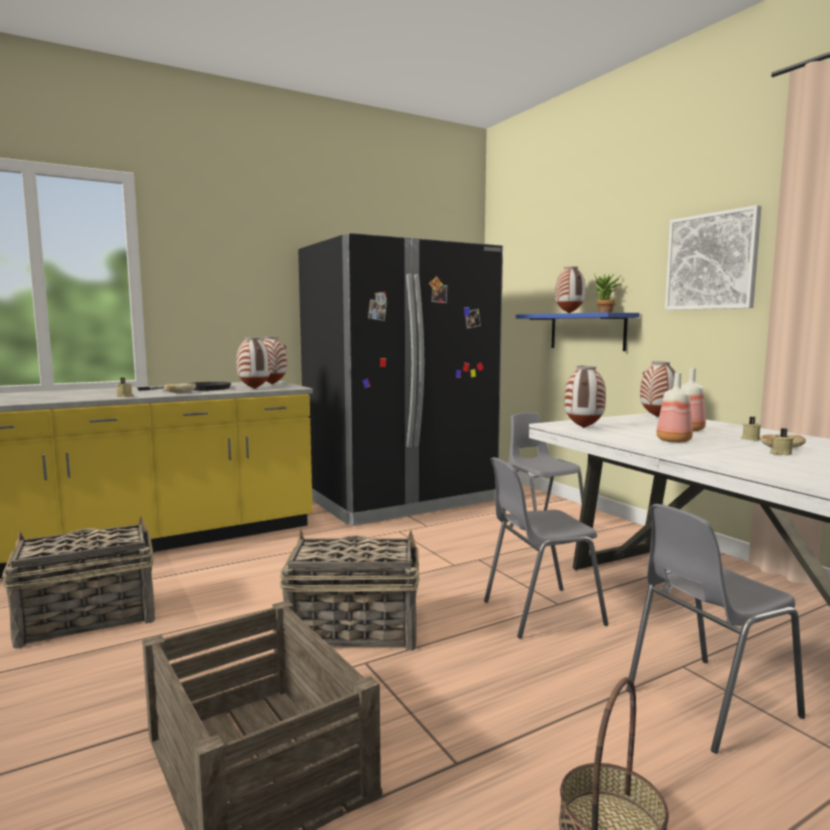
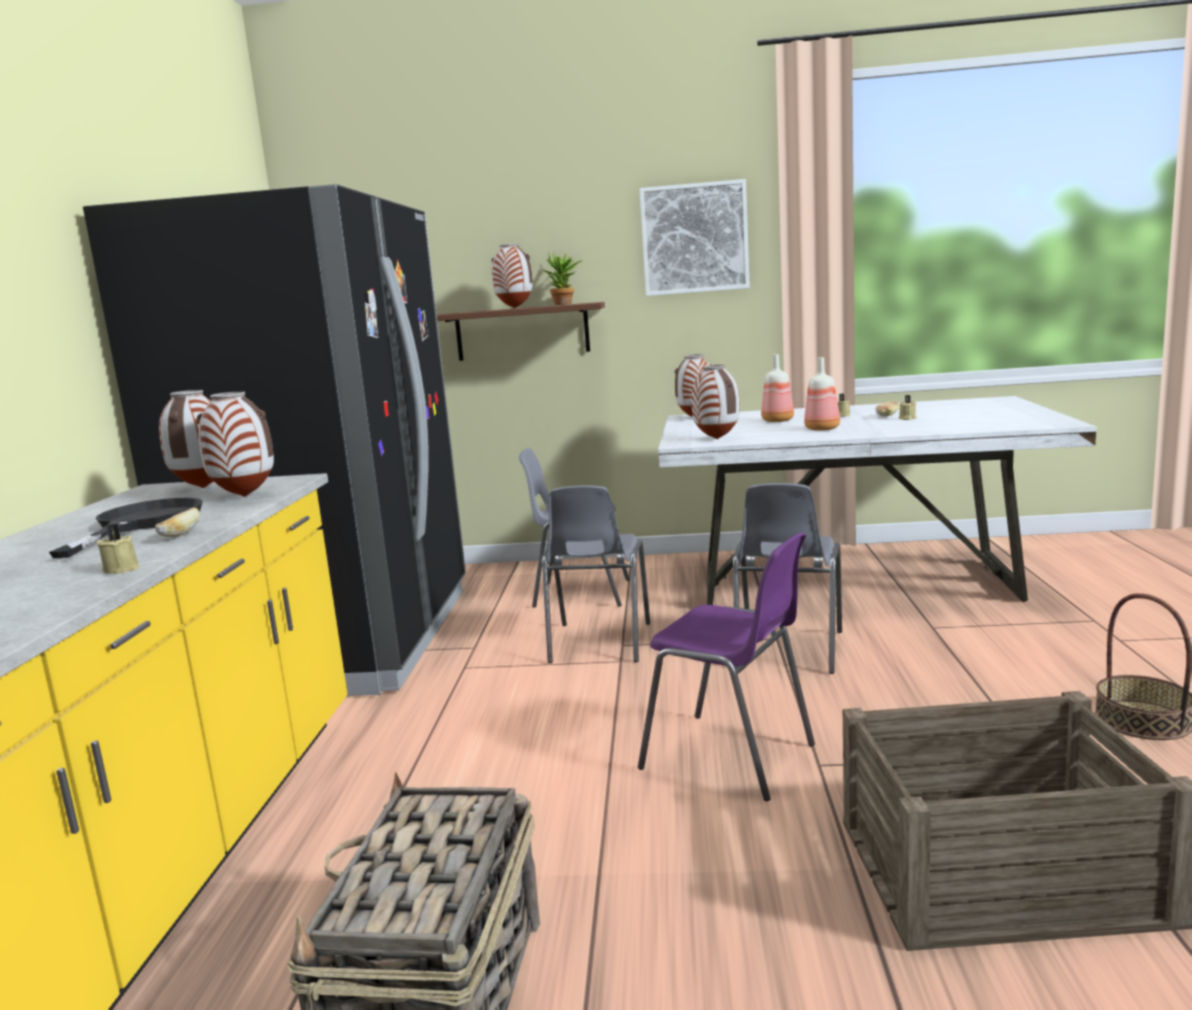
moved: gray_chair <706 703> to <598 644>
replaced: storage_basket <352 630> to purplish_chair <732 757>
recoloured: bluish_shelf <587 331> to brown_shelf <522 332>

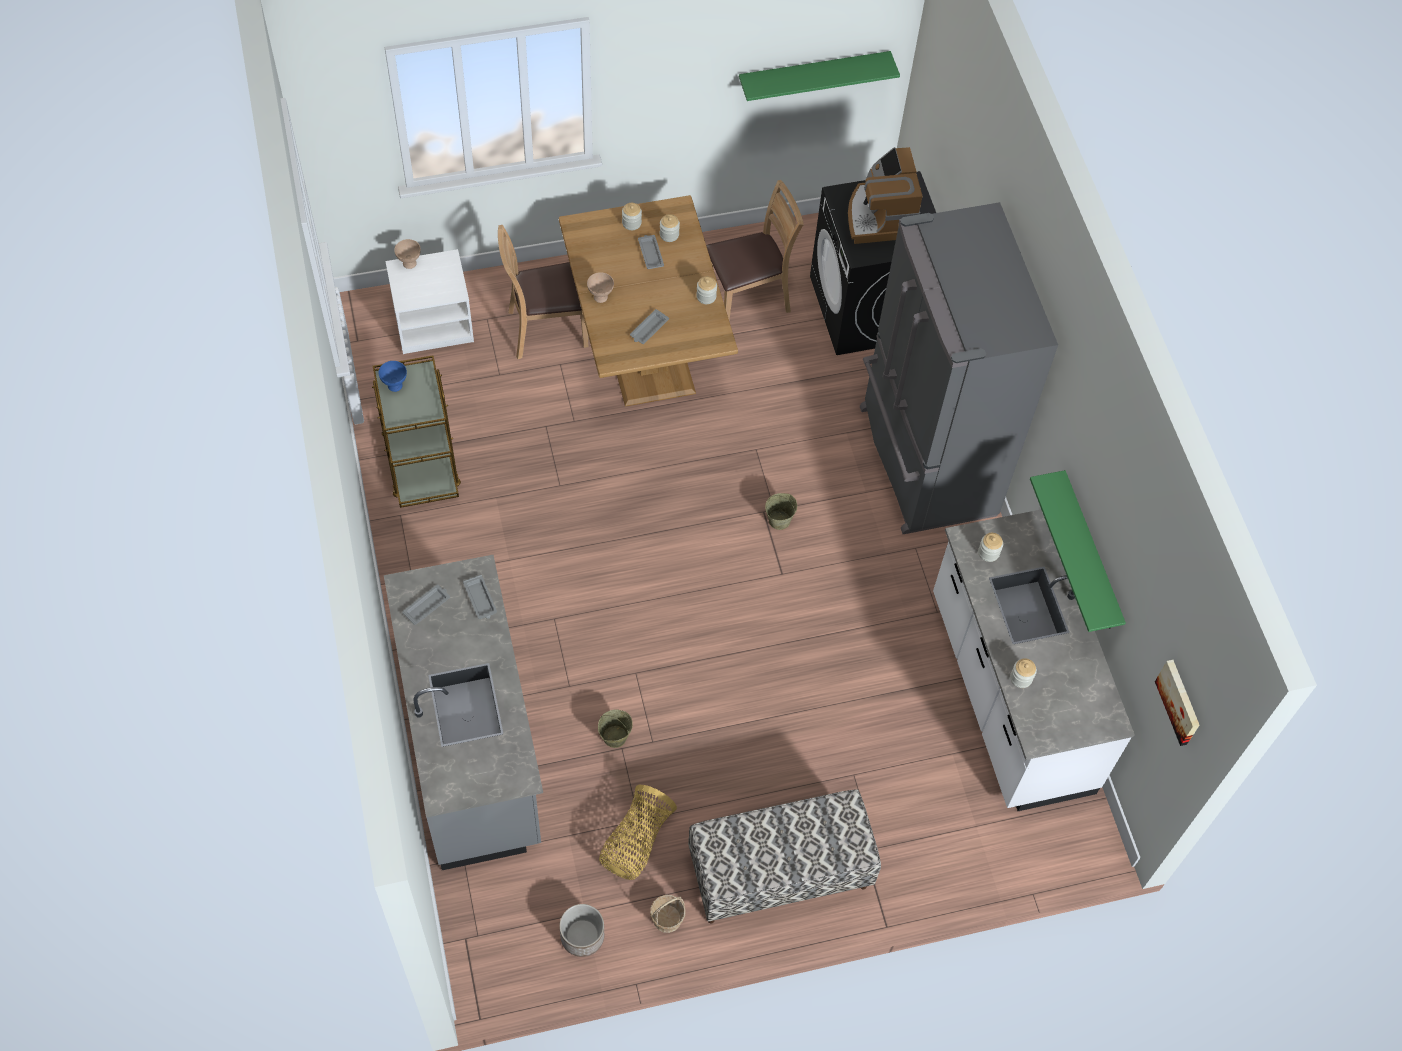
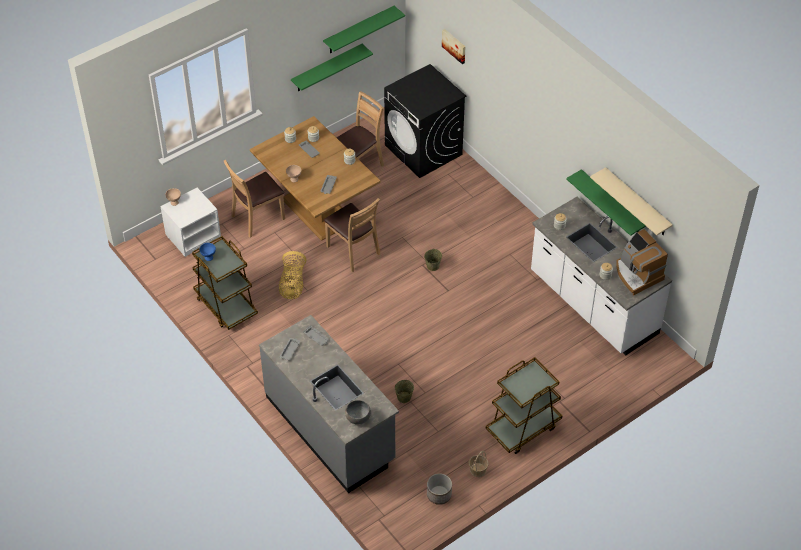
removed: gray_kitchen_fridge <924 462>
added: greenish_shelf <327 68>; brown_chair <353 251>; gray_bowl <358 418>; sand-coloured_shelf <637 203>
moved: storage_basket <635 842> to <292 284>; coffee_maker <879 216> to <637 274>; picture <1180 702> to <454 45>
replaced: indoor_bench <779 873> to brown_trolley <523 428>

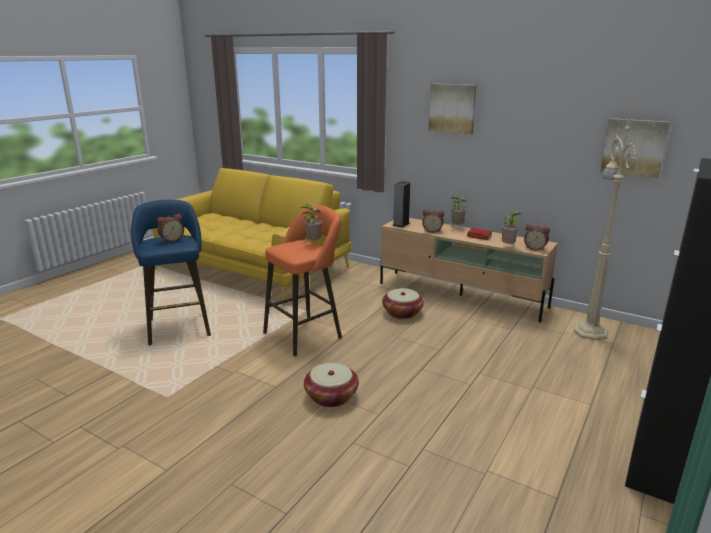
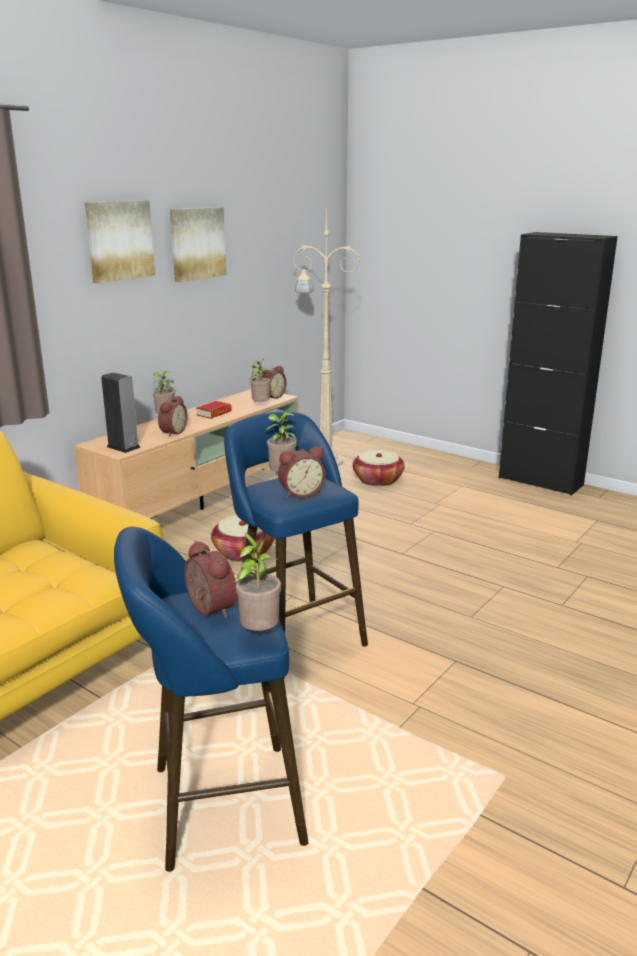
added: potted_plant <259 633>; bedside_clock <300 493>
moved: storage_basket <331 396> to <377 480>; picture <634 147> to <197 243>
recoloured: orange_sitting_stool <306 334> to bluish_sitting_stool <293 635>

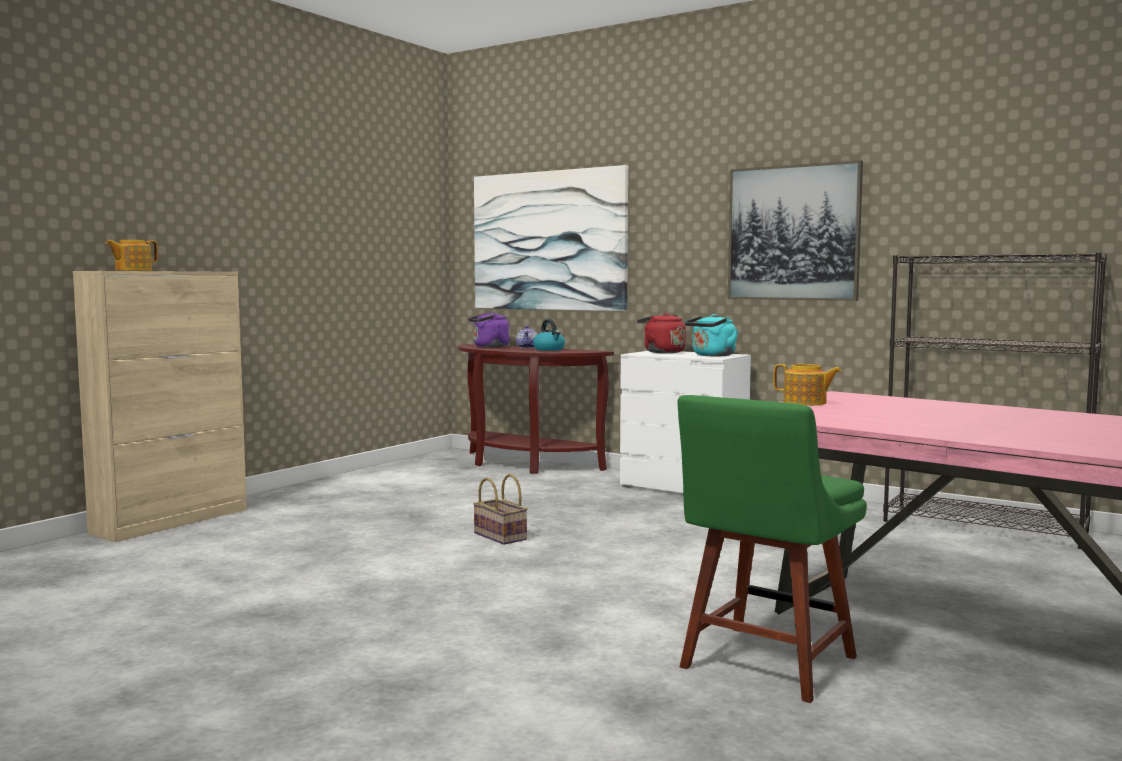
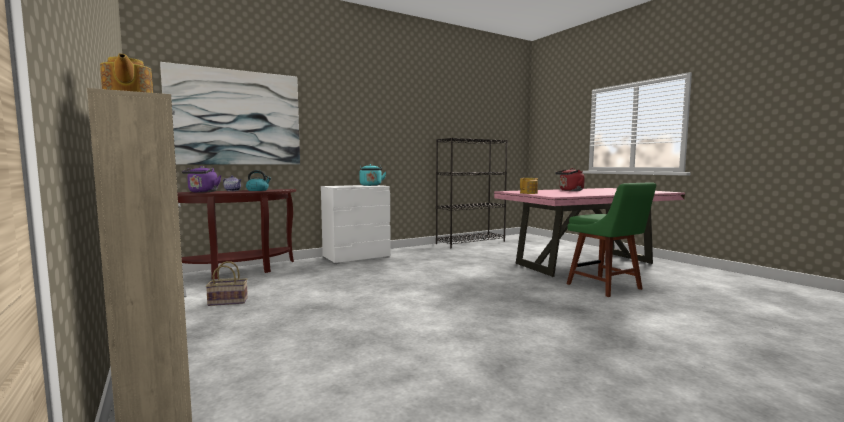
removed: picture <793 233>
moved: storage_basket <502 536> to <229 301>; red_kettle <662 352> to <570 190>

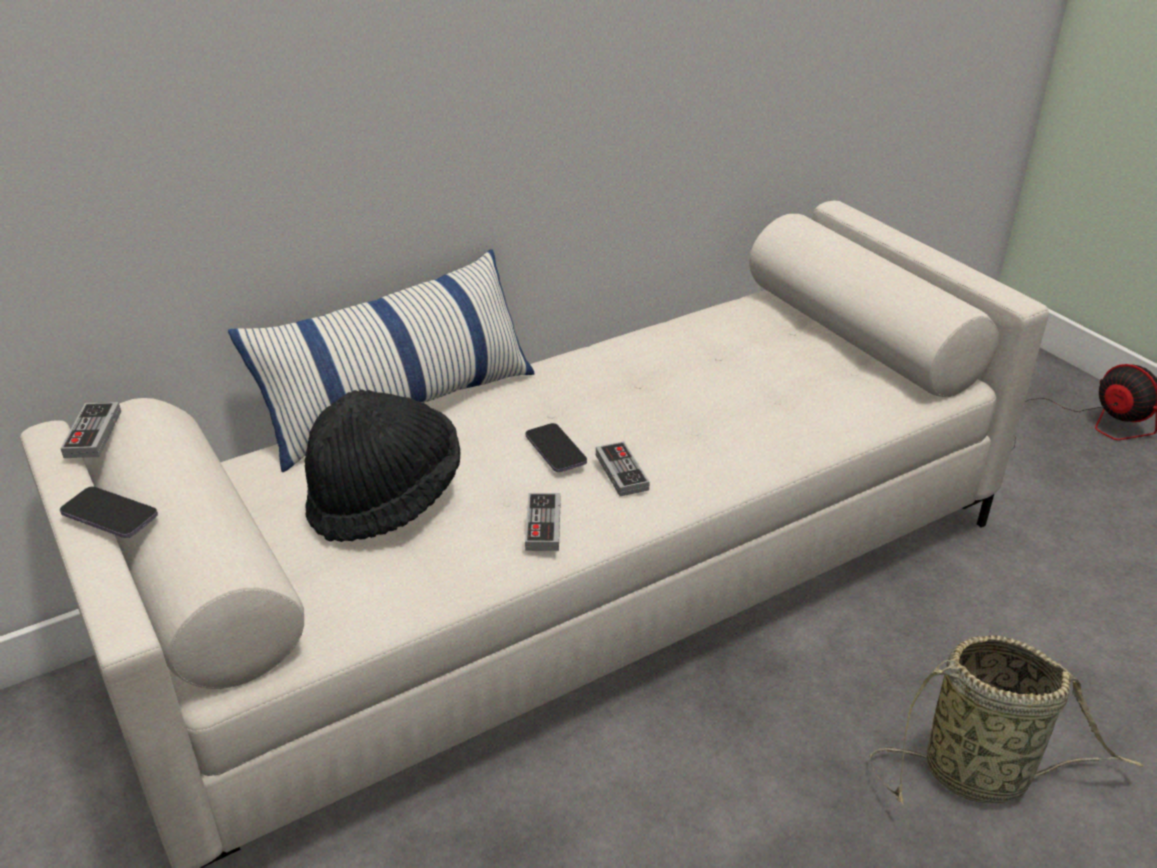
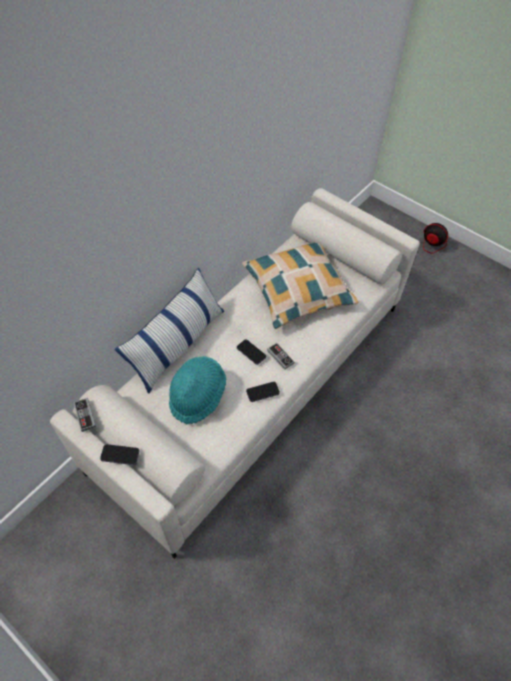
removed: storage_basket <983 774>
added: cushion <298 290>
replaced: joypad <543 525> to telephone <262 392>
recoloured: black-coloured_wearable_hat <385 498> to turquoise-coloured_wearable_hat <197 396>

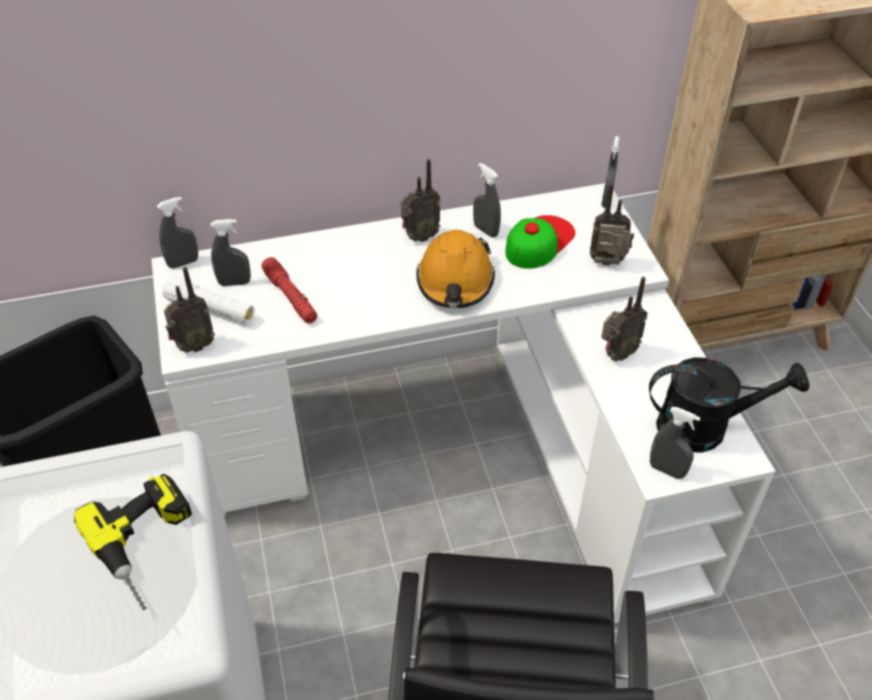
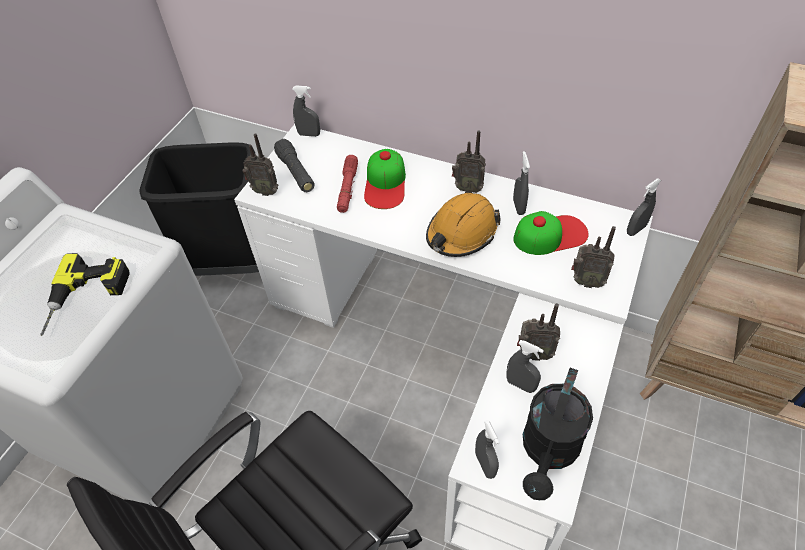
added: peaked_cap <385 183>
moved: gray_sprayer <234 283> to <520 385>
recoloured: white_hand_torch <211 309> to black-coloured_hand_torch <296 172>
turned: radio_set <608 266> = <586 281> 150 degrees clockwise; black-coloured_watering_can <705 426> = <548 451> 75 degrees clockwise

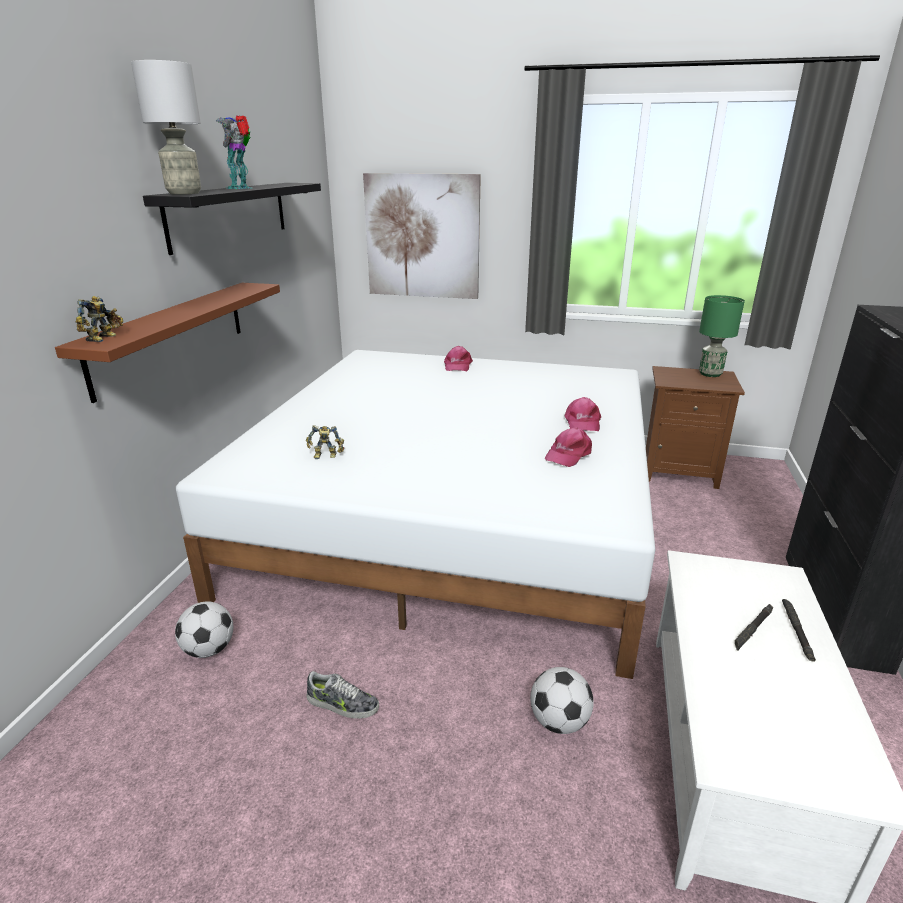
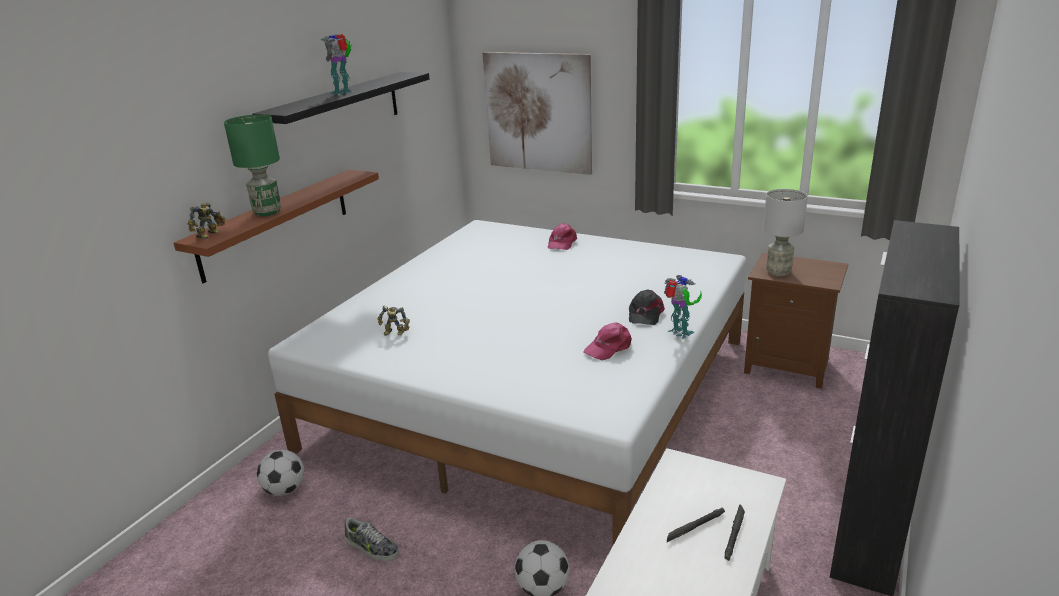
added: robot_figure <680 333>
moved: gray_tabletop_lamp <184 193> to <778 272>; greenish_tabletop_lamp <710 374> to <268 212>
recoloured: pinkish_peaked_cap <582 422> to black-coloured_peaked_cap <645 314>

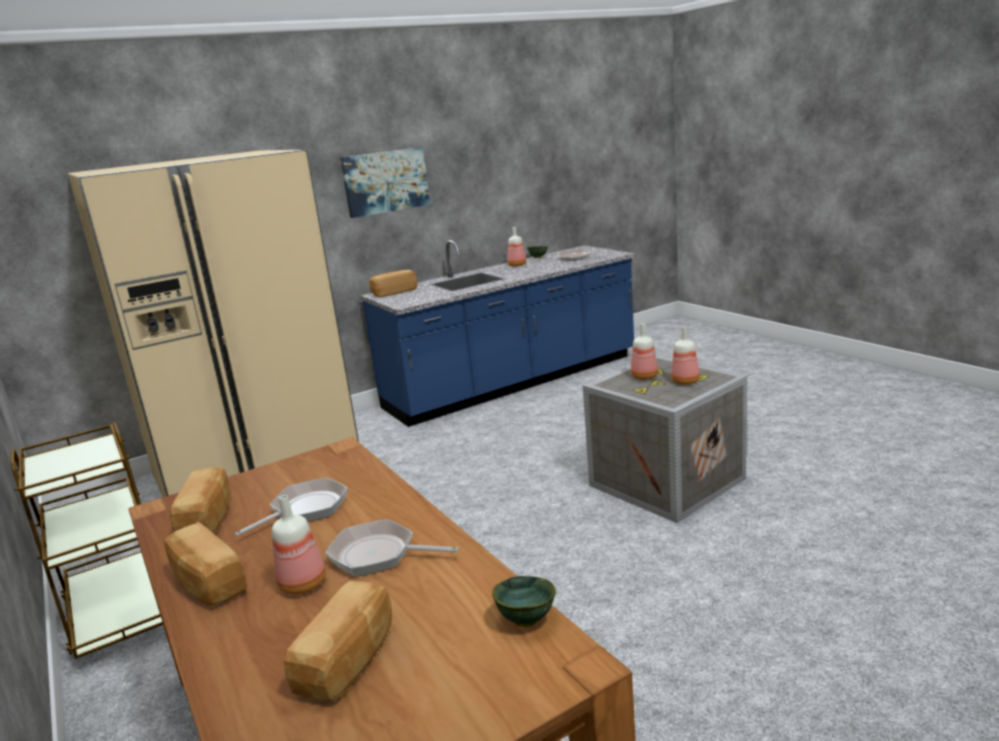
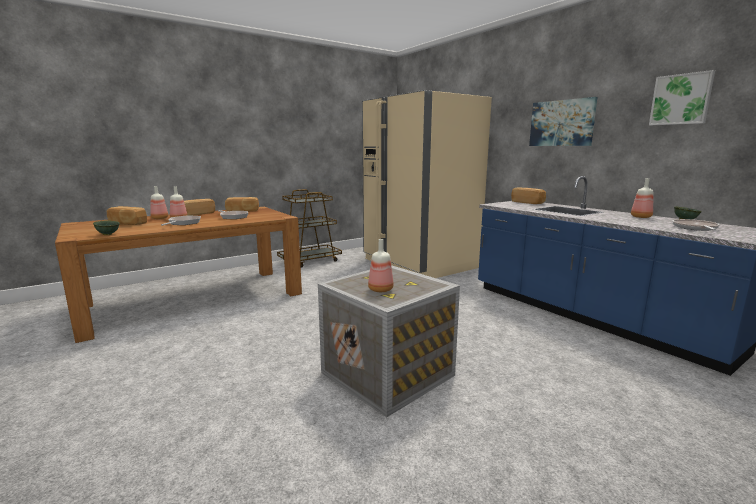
added: picture <681 99>
moved: drink_bottle <644 376> to <160 218>

